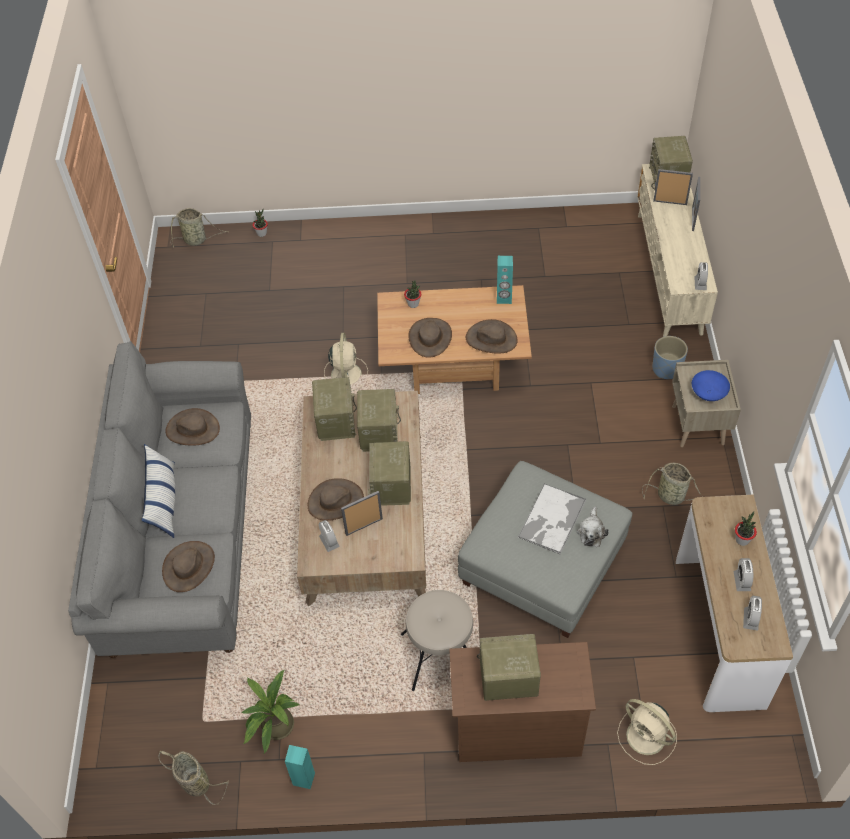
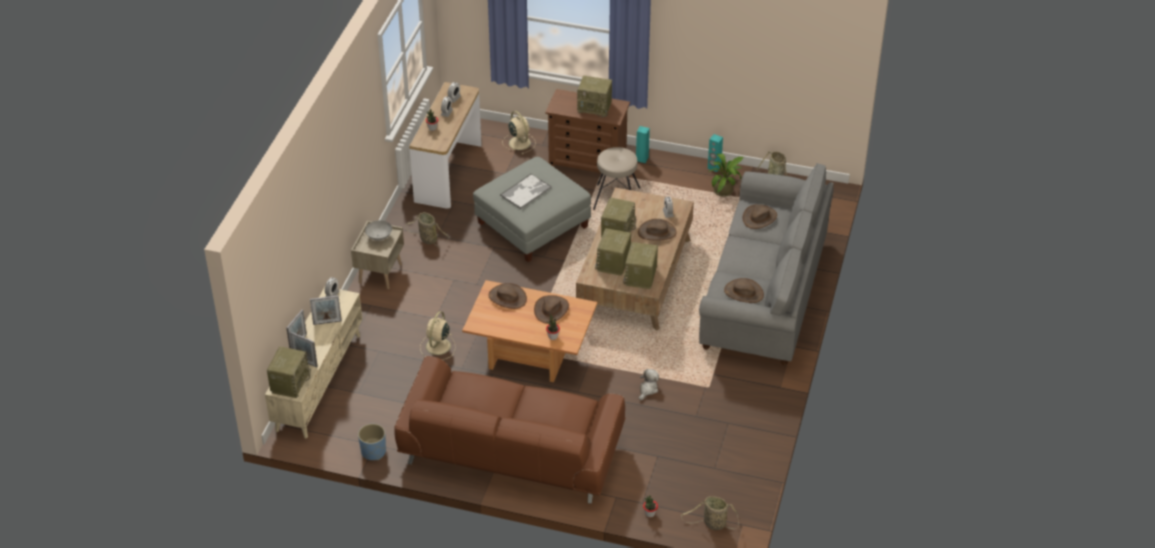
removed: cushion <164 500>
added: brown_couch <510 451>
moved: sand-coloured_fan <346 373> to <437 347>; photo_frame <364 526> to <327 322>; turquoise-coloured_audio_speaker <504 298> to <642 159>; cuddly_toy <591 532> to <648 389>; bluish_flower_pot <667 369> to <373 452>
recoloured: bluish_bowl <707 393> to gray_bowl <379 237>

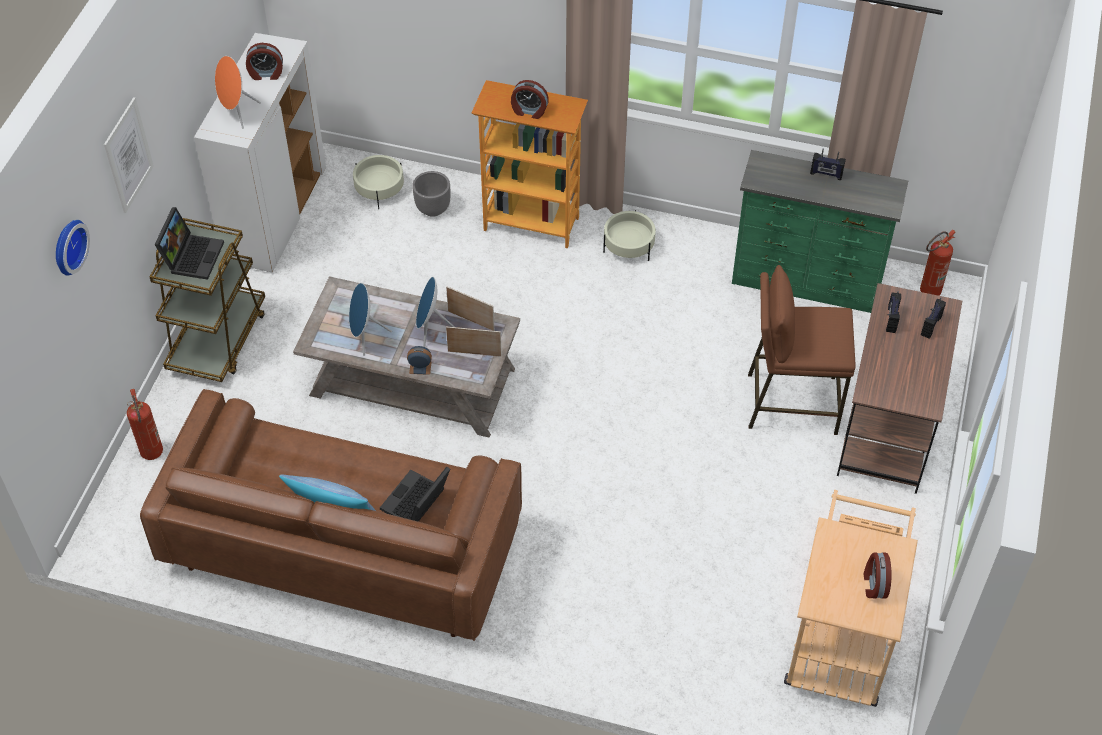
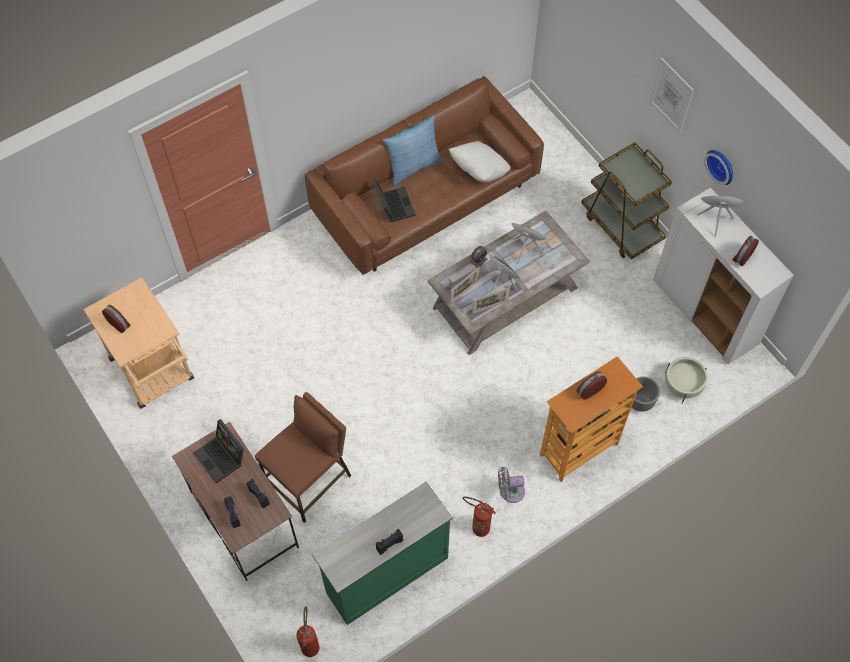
added: white_cushion <479 171>
moved: clock_on_the_wall <67 246> to <721 165>; fire-fighting_cylinder <152 456> to <476 527>; laptop <192 255> to <222 457>
replaced: sand-coloured_flower_pot <628 246> to gray_fan <510 492>

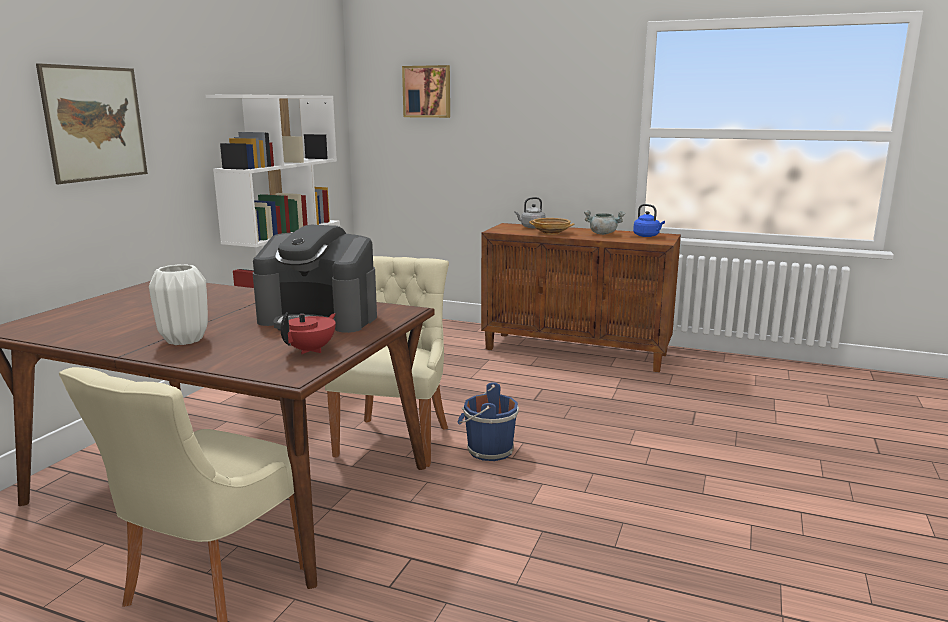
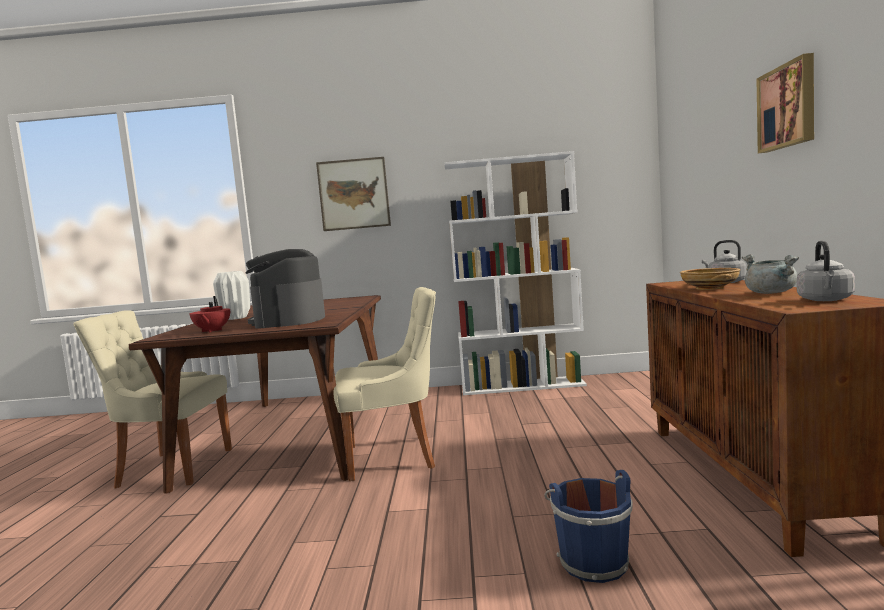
moved: picture <427 91> to <788 106>; bluish_bucket <488 450> to <591 561>
recoloured: bluish_kettle <647 236> to gray_kettle <825 300>
turned: red_tea_pot <311 350> = <212 331> 75 degrees clockwise

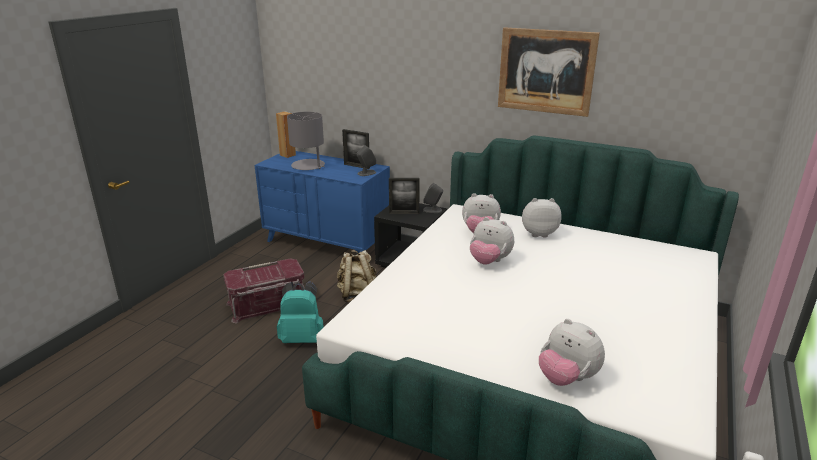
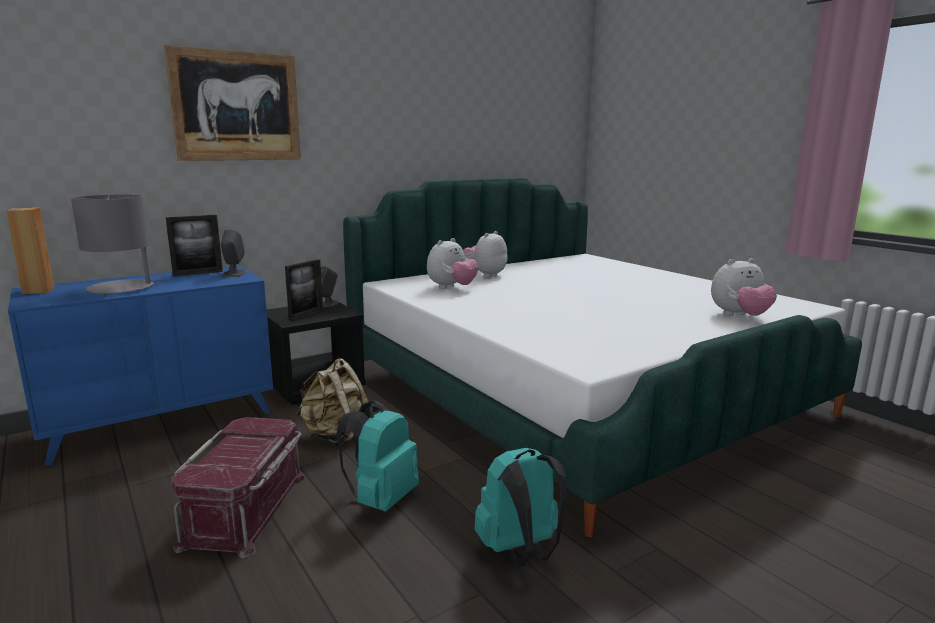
removed: cuddly_toy <489 261>
added: turquoise-coloured_rucksack <520 552>
moved: picture <546 71> to <236 106>

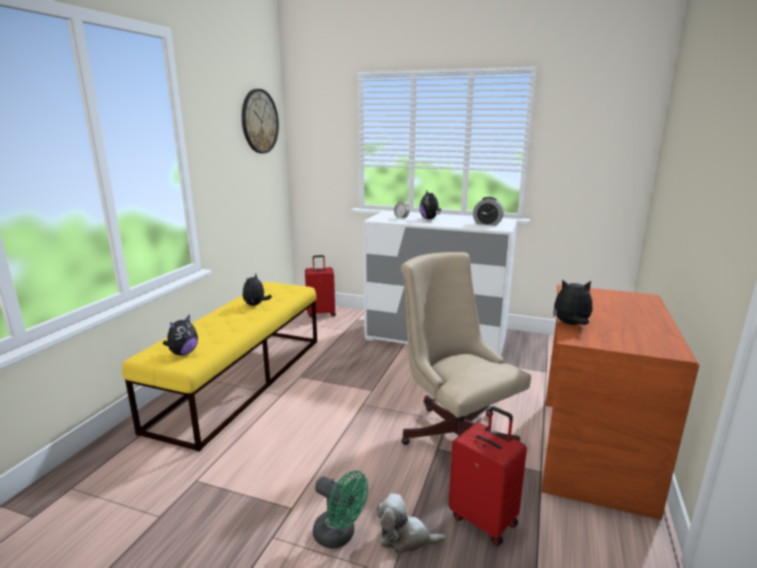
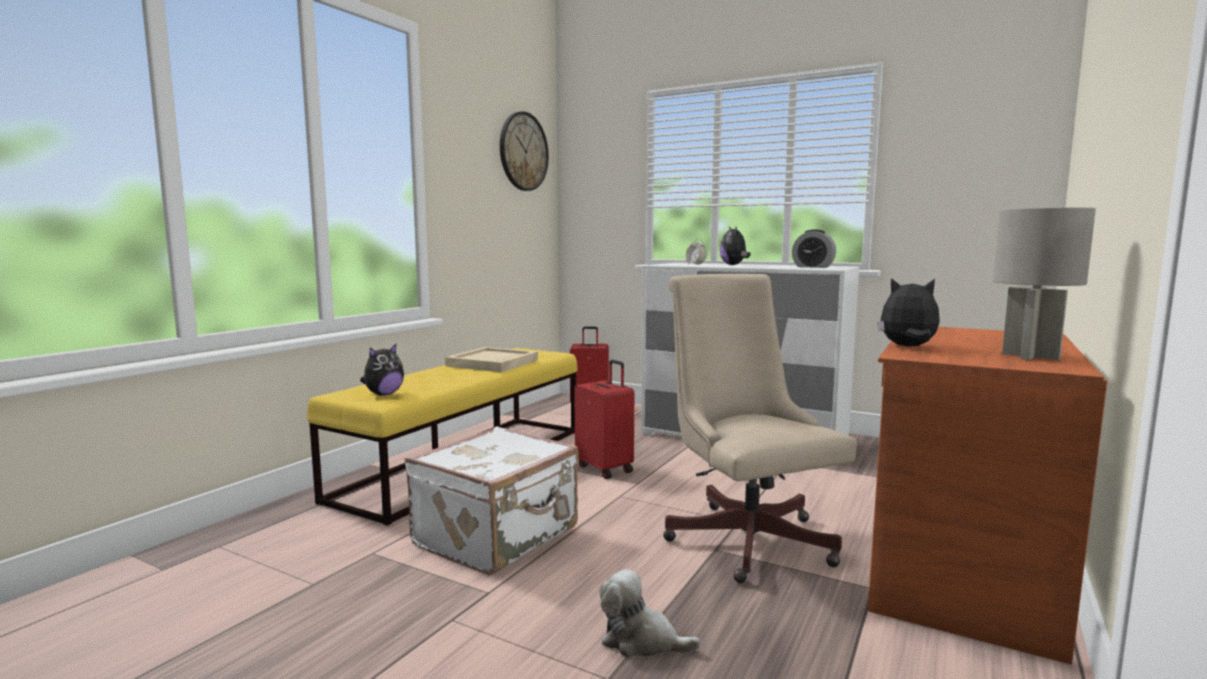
removed: greenish_fan <340 535>
added: white_travel_case <499 537>; gray_tabletop_lamp <1029 356>
moved: red_travel_case <484 519> to <605 468>
replaced: cuddly_toy <256 305> to sand-coloured_serving_tray <493 363>

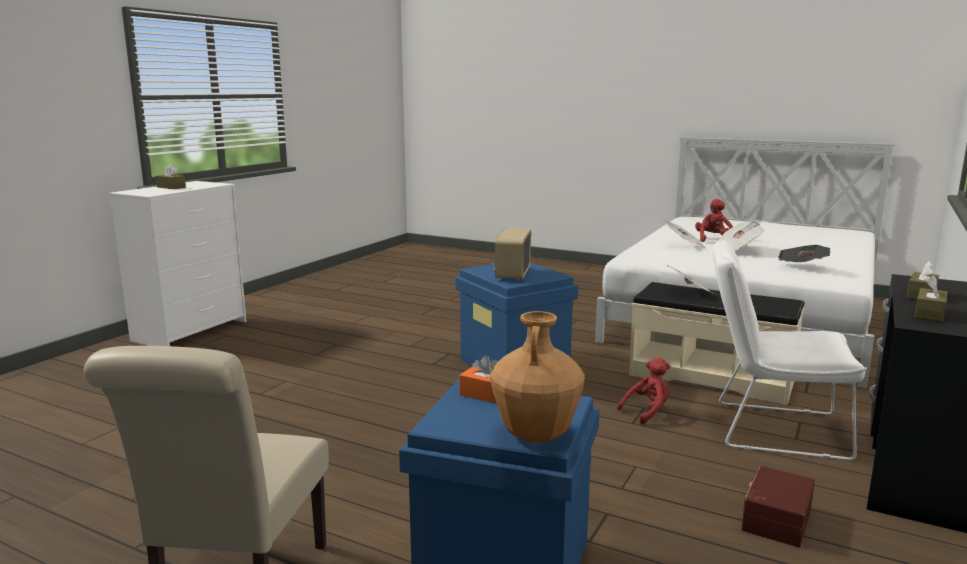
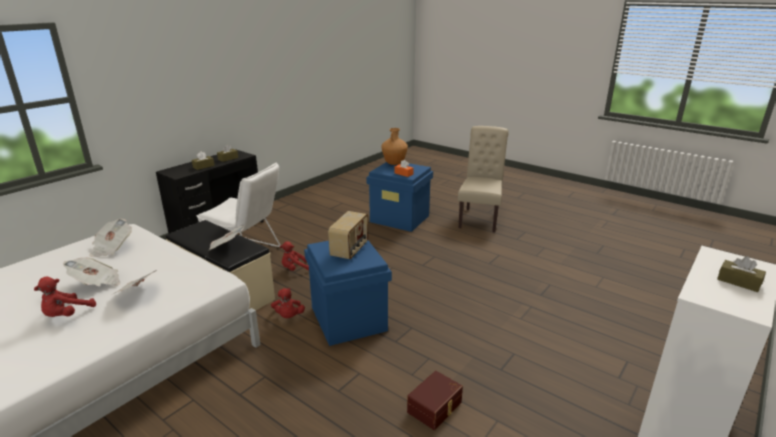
added: red_cuddly_toy <288 316>
moved: brown_storage_container <774 519> to <435 407>

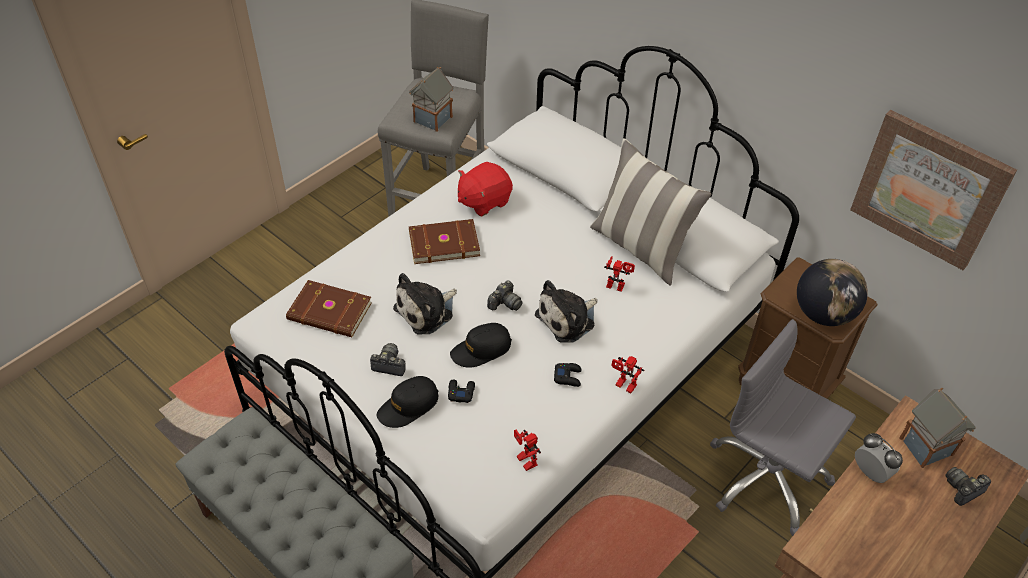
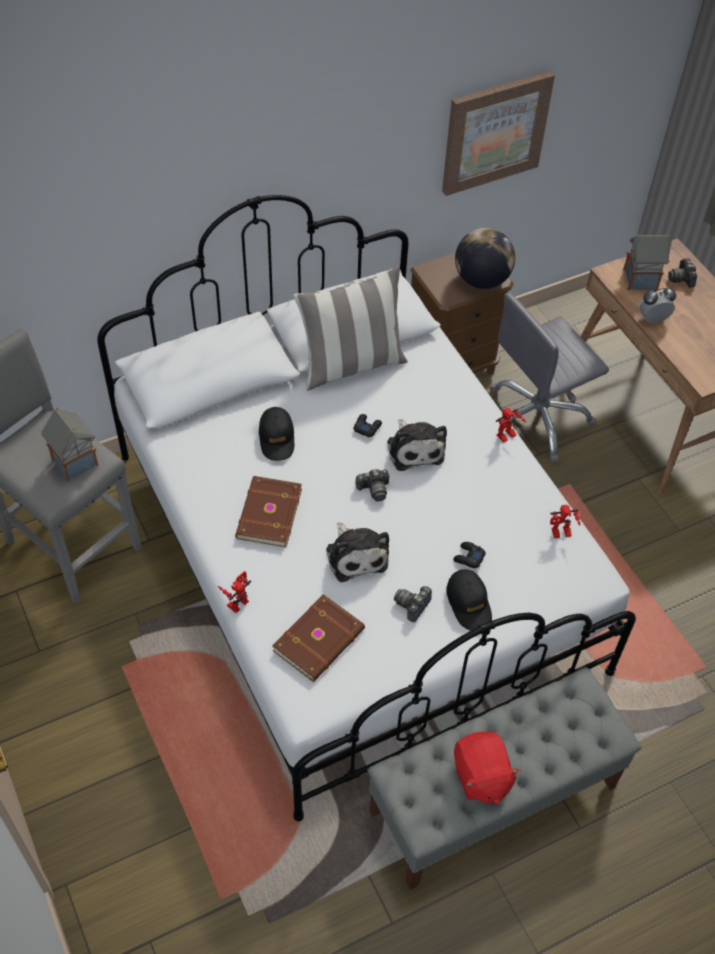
moved: black-coloured_peaked_cap <481 350> to <277 438>; red_cuddly_toy <484 201> to <481 776>; black-coloured_joypad <568 377> to <367 427>; robot_figure <617 284> to <237 601>
turned: photo_camera <505 303> = <374 489> 105 degrees clockwise

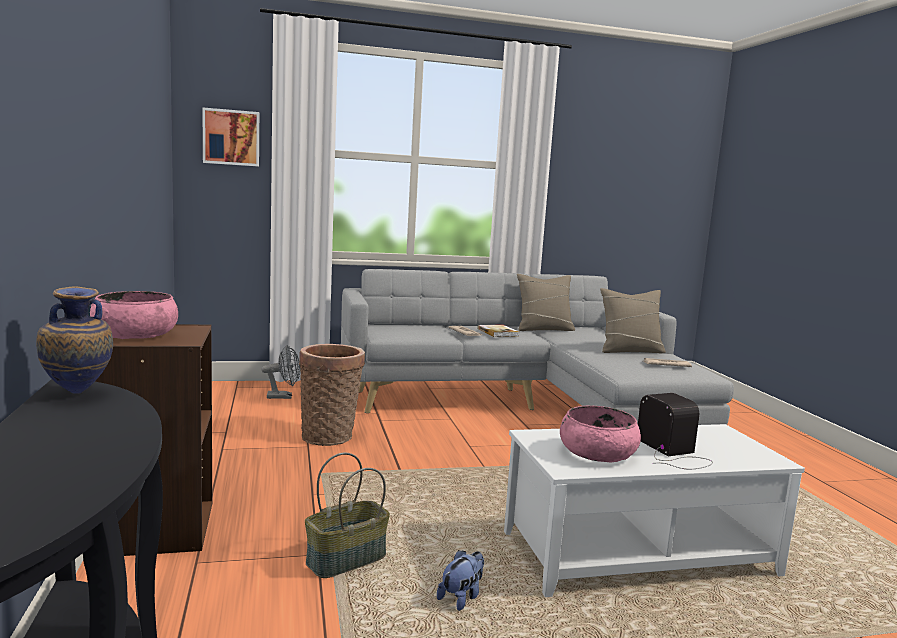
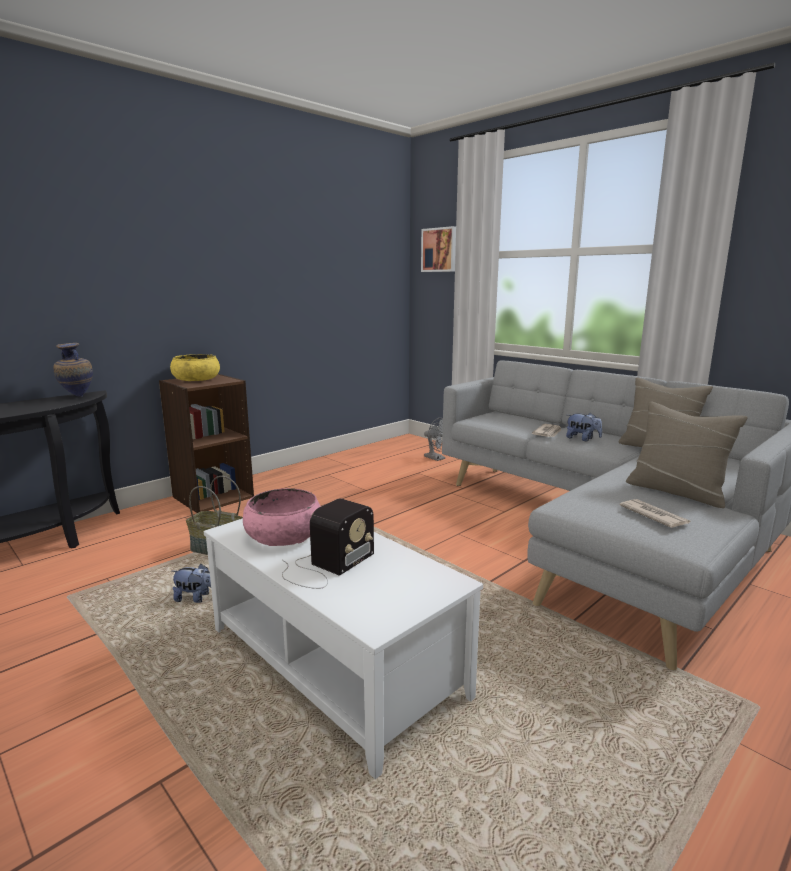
removed: storage_basket <330 436>
replaced: bound_book <498 332> to cuddly_toy <582 439>
recoloured: pinkish_bowl <136 334> to yellow_bowl <196 379>

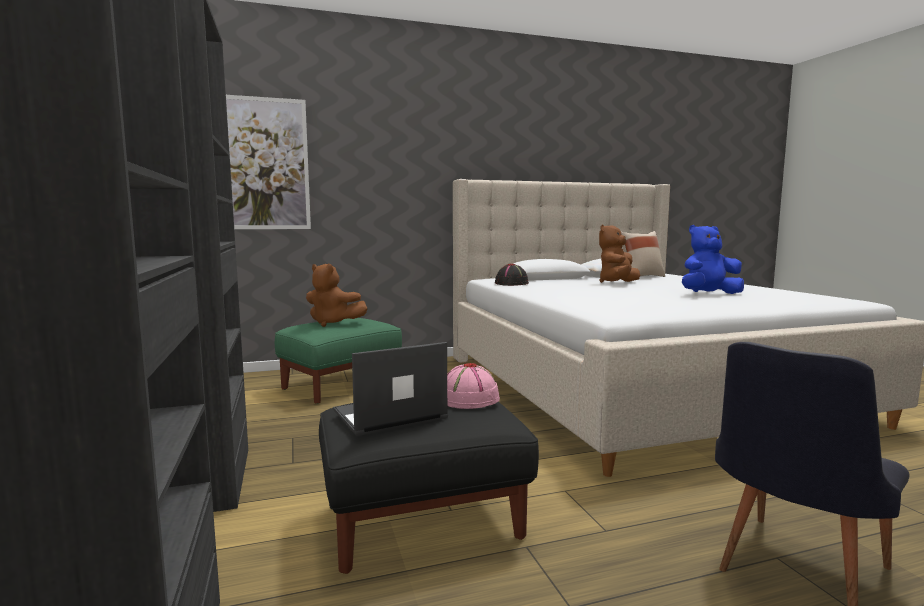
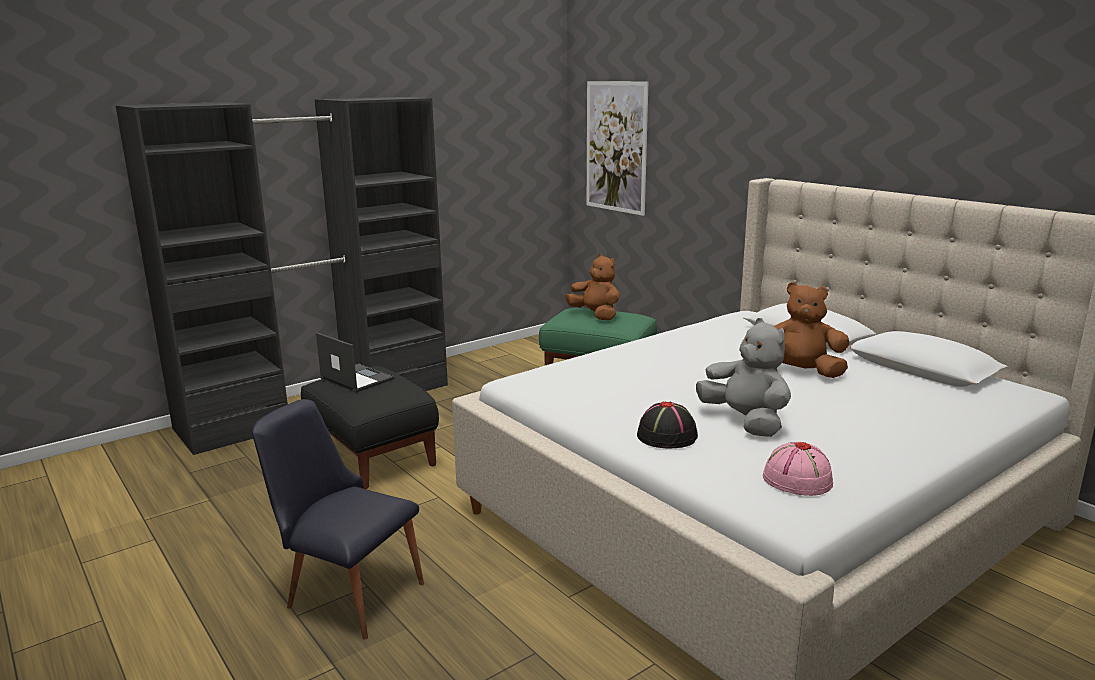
removed: sand-coloured_cushion <641 277>
moved: pinkish_wearable_hat <468 399> to <796 480>; black-coloured_wearable_hat <511 283> to <667 436>
recoloured: bluish_cuddly_toy <709 294> to gray_cuddly_toy <745 422>
turned: brown_cuddly_toy <333 323> = <595 315> 135 degrees clockwise

